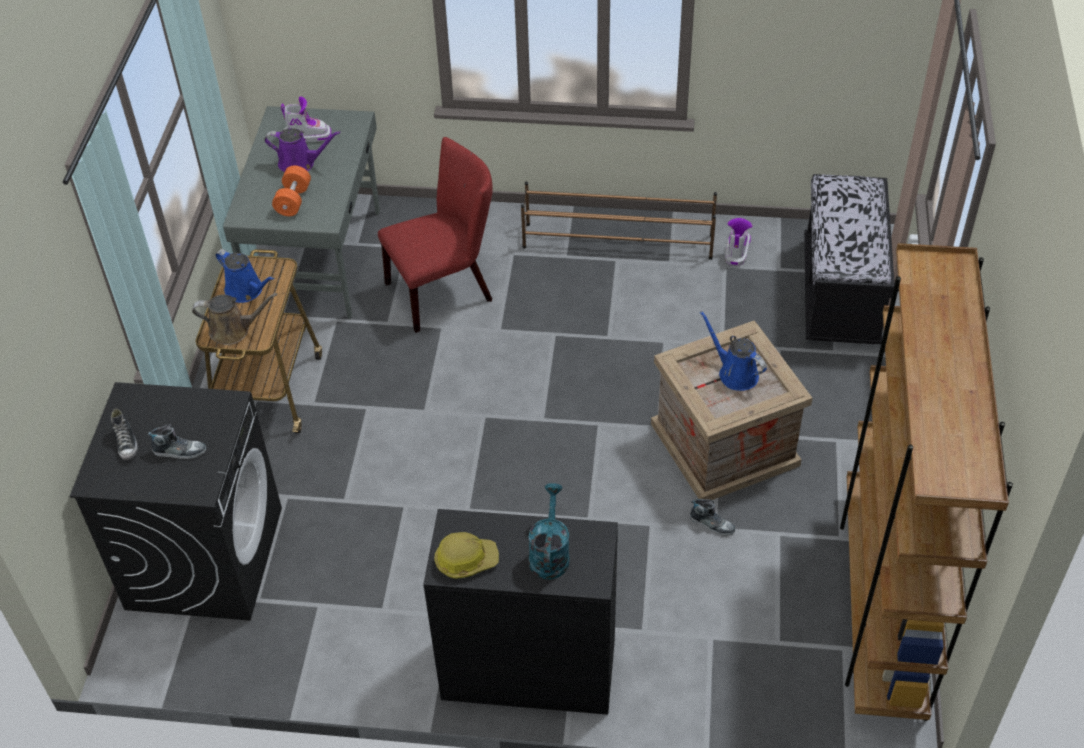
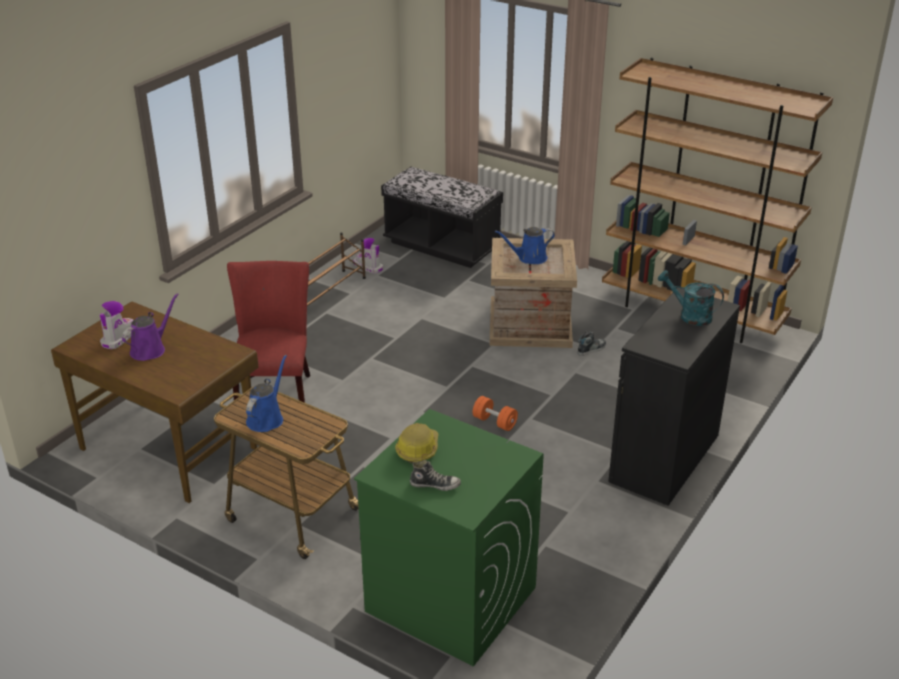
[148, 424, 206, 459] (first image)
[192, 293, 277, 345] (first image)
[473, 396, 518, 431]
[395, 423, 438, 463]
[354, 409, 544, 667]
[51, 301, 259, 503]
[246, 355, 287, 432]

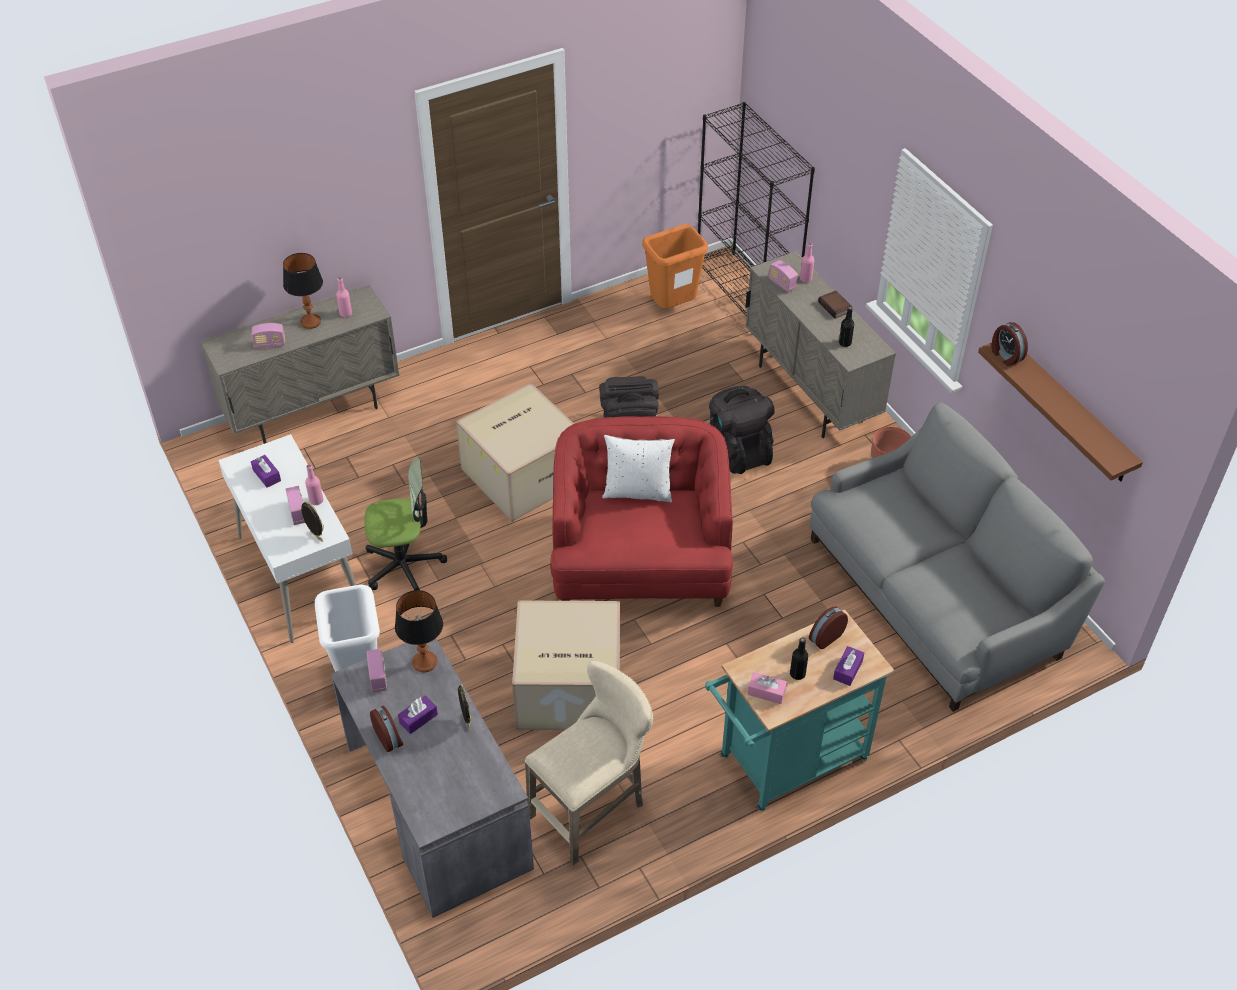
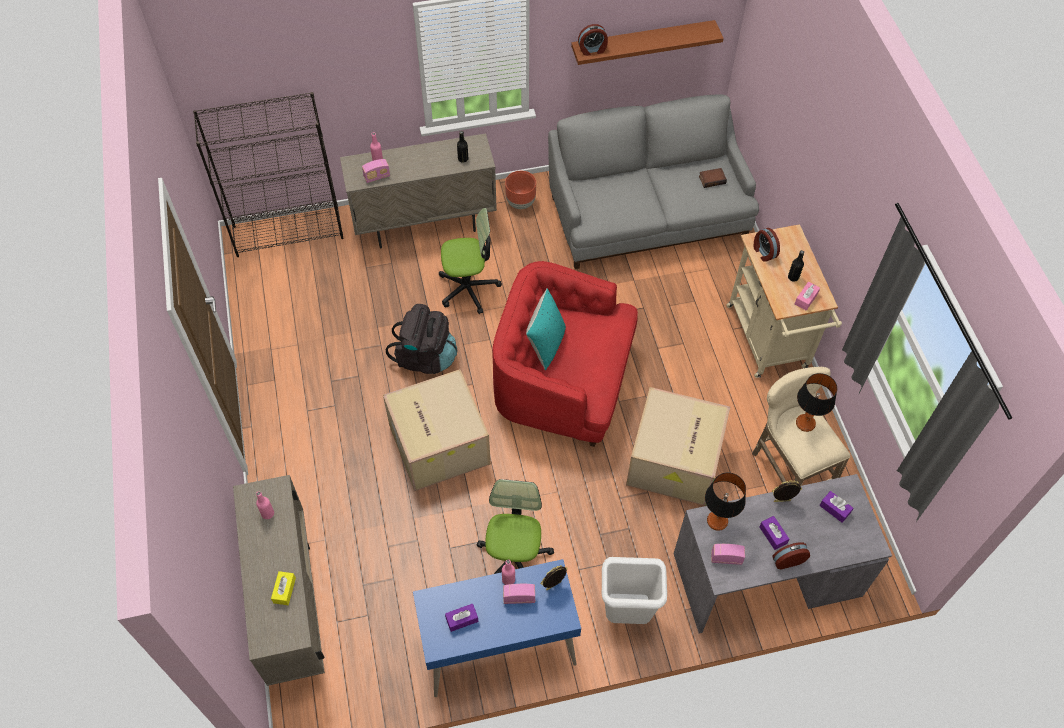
[642, 224, 708, 309] (first image)
[796, 373, 837, 432]
[699, 168, 727, 188]
[819, 491, 853, 523]
[271, 571, 296, 605]
[439, 208, 502, 314]
[413, 559, 581, 697]
[526, 288, 566, 370]
[726, 224, 842, 378]

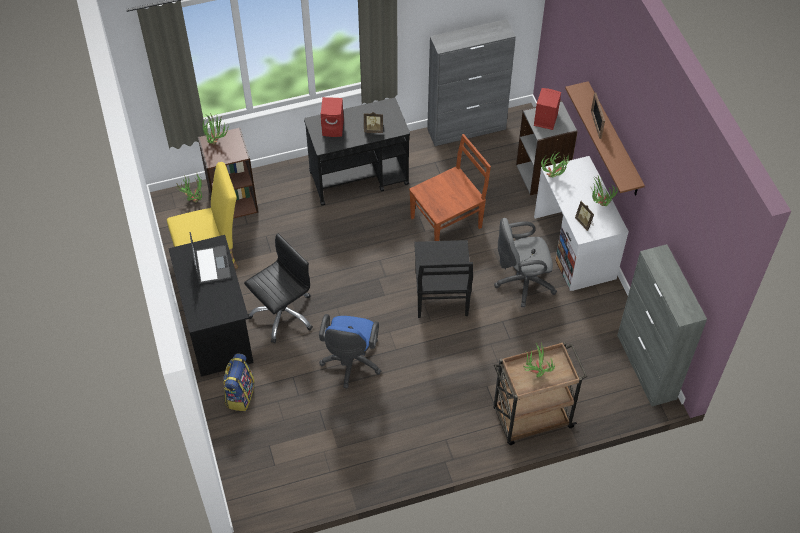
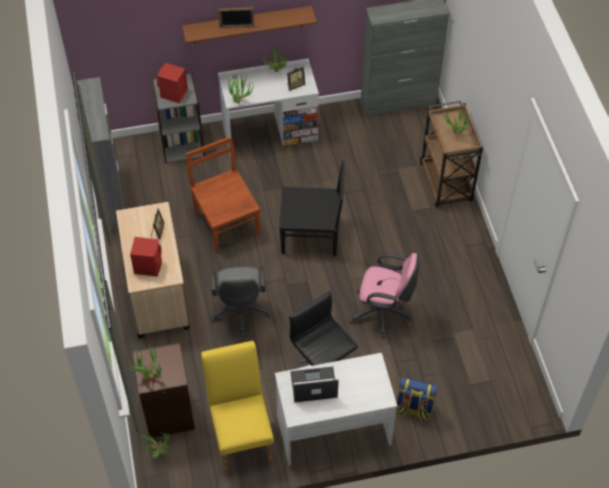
[211, 266, 271, 337]
[275, 353, 397, 466]
[116, 202, 190, 338]
[349, 253, 419, 339]

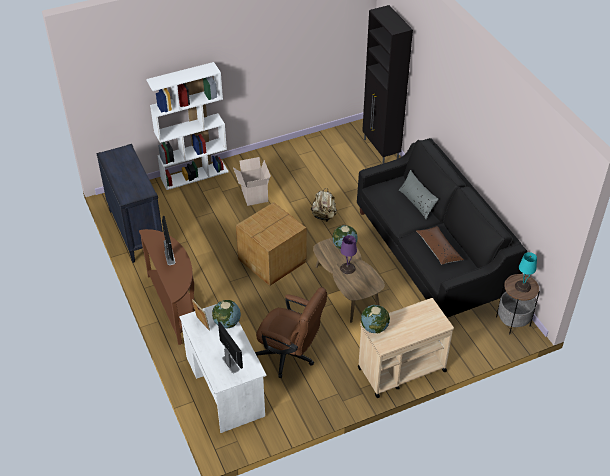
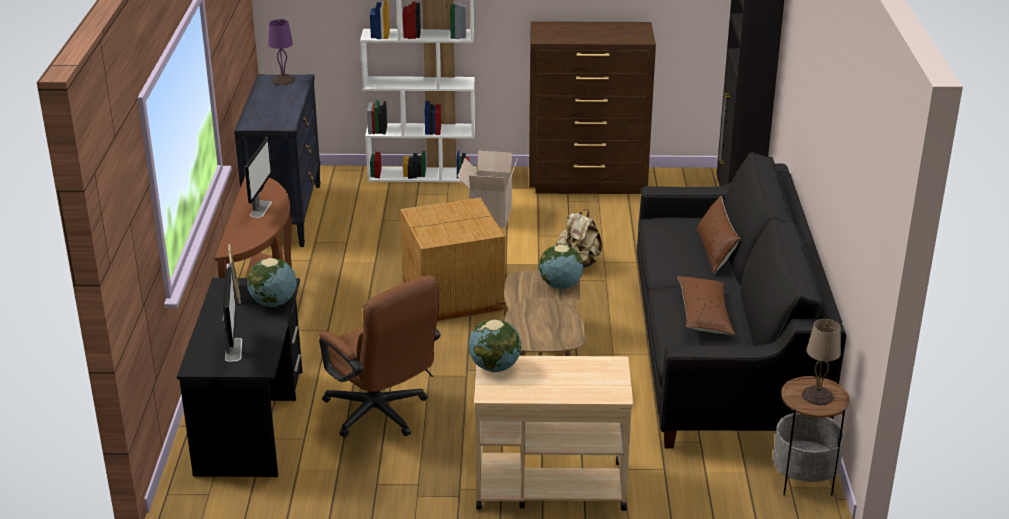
[529, 21, 656, 194]
[268, 19, 295, 85]
[177, 278, 302, 477]
[696, 196, 740, 274]
[802, 319, 841, 405]

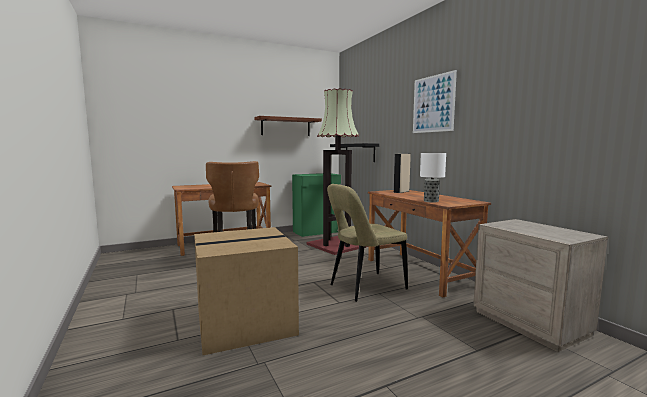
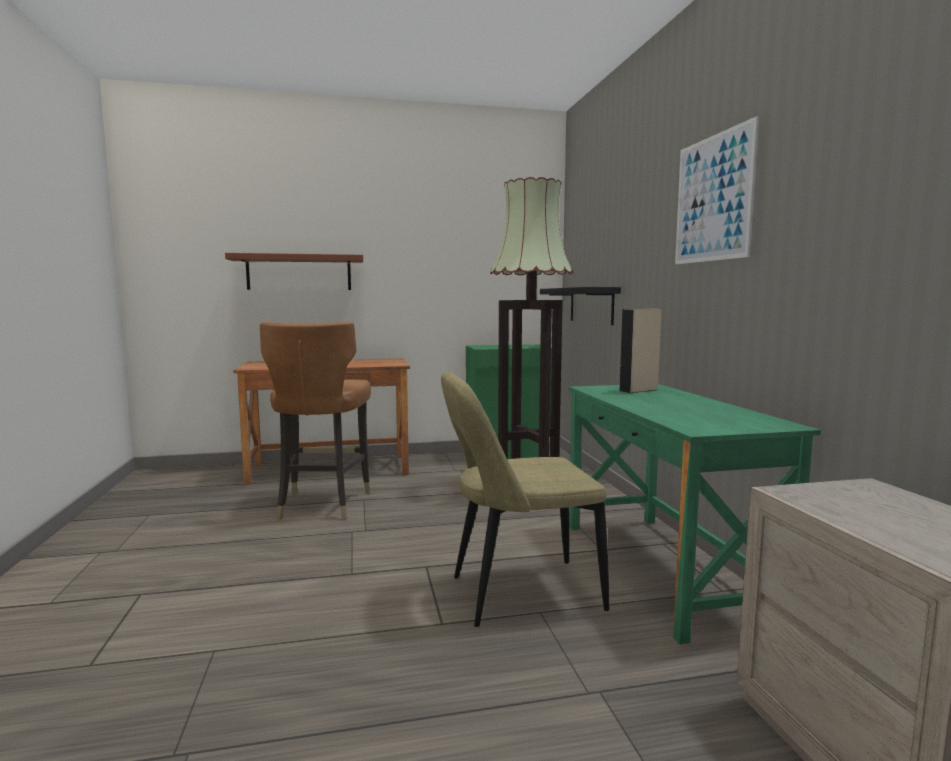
[194, 227, 299, 355] (first image)
[420, 153, 446, 203] (first image)
[225, 253, 363, 290]
[569, 384, 821, 644]

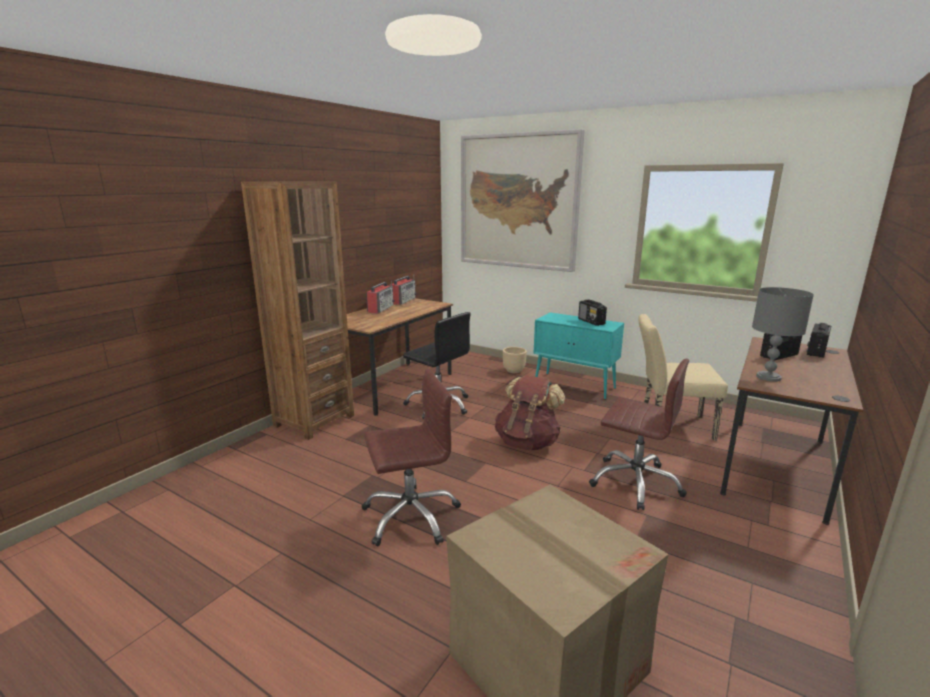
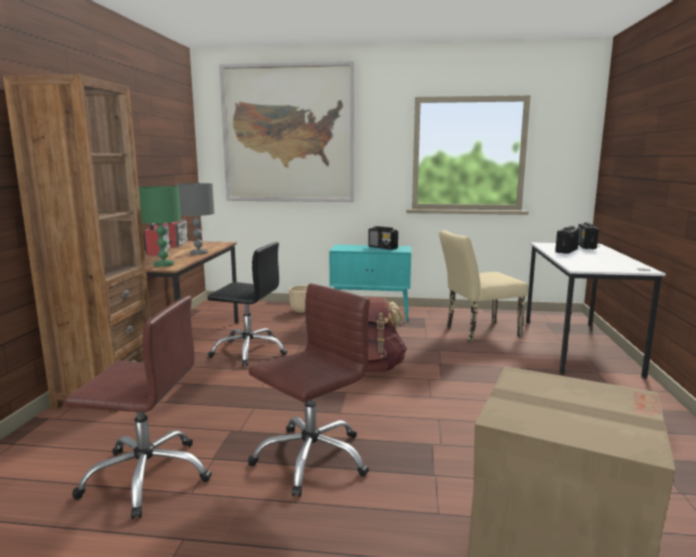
[139, 186, 181, 267]
[65, 296, 212, 519]
[175, 183, 215, 255]
[526, 243, 666, 379]

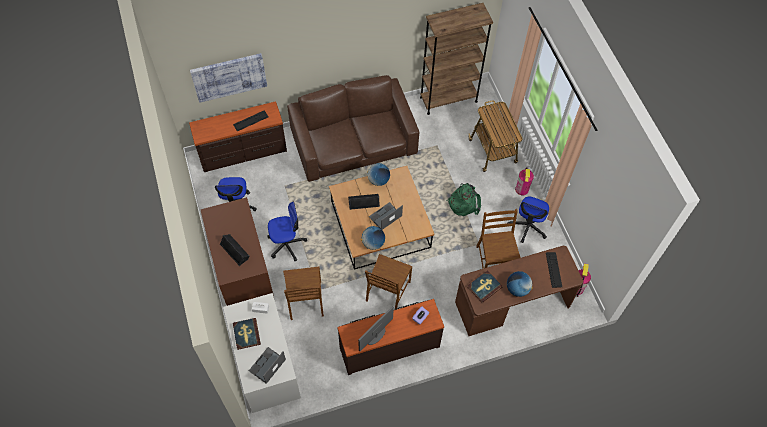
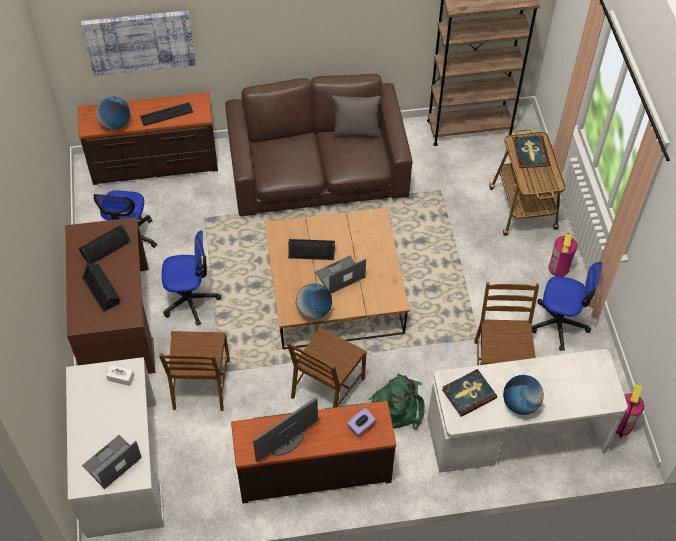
[546, 252, 562, 288] (first image)
[78, 225, 131, 264]
[332, 95, 381, 138]
[513, 136, 550, 168]
[96, 96, 130, 130]
[369, 374, 425, 430]
[427, 349, 628, 473]
[531, 262, 603, 351]

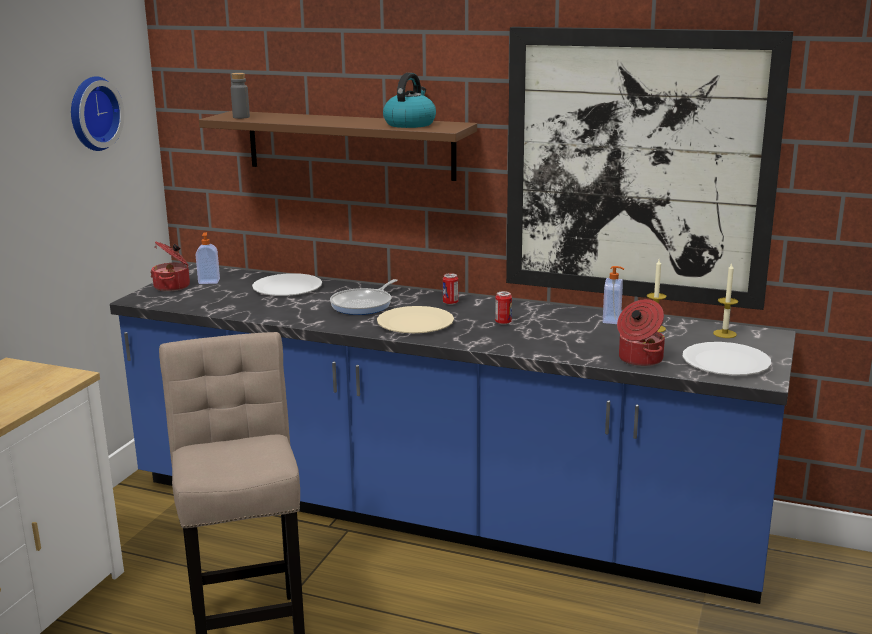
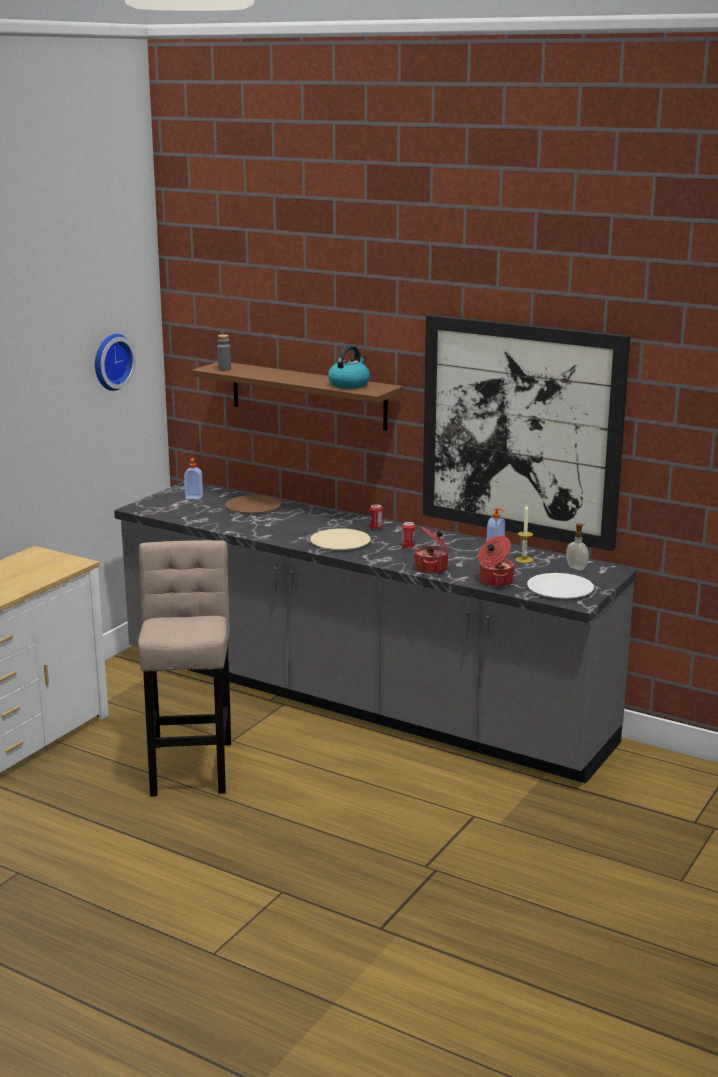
[330, 279, 398, 315] (first image)
[414, 527, 449, 574]
[566, 523, 589, 570]
[114, 482, 637, 783]
[226, 495, 281, 513]

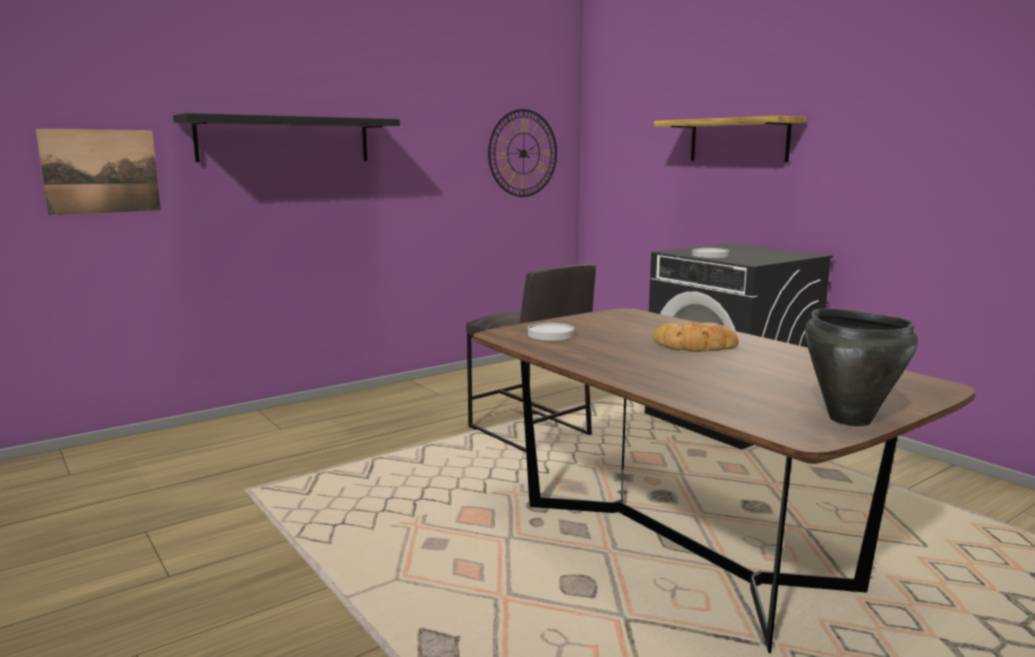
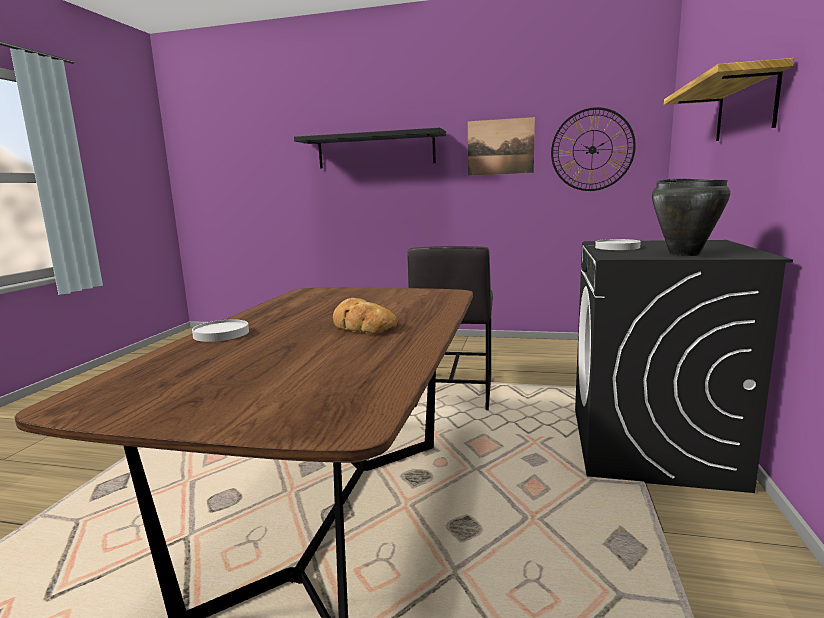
[468, 117, 535, 176]
[192, 319, 249, 342]
[652, 178, 730, 256]

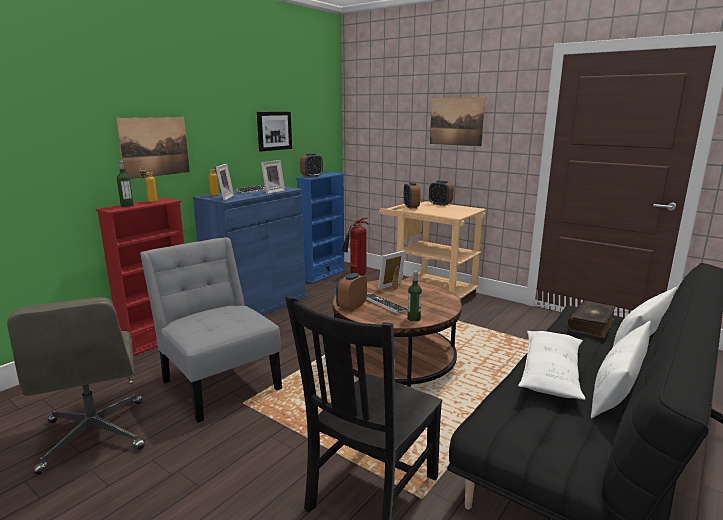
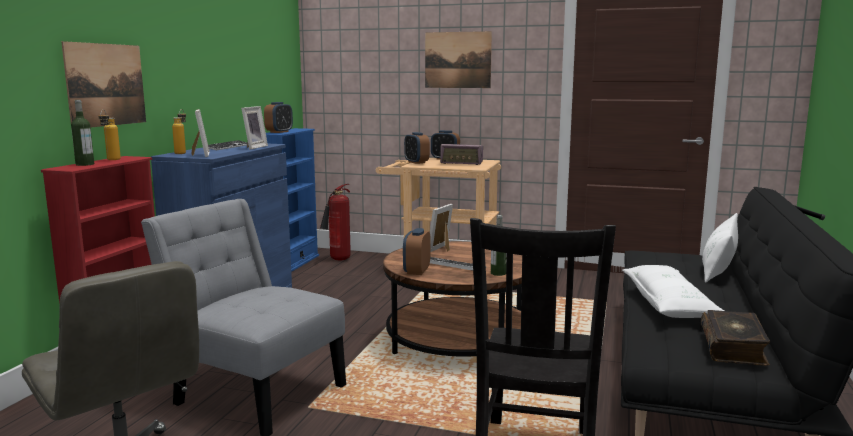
[257, 112, 292, 152] (first image)
[591, 321, 651, 419] (first image)
[440, 144, 483, 165]
[701, 310, 770, 366]

